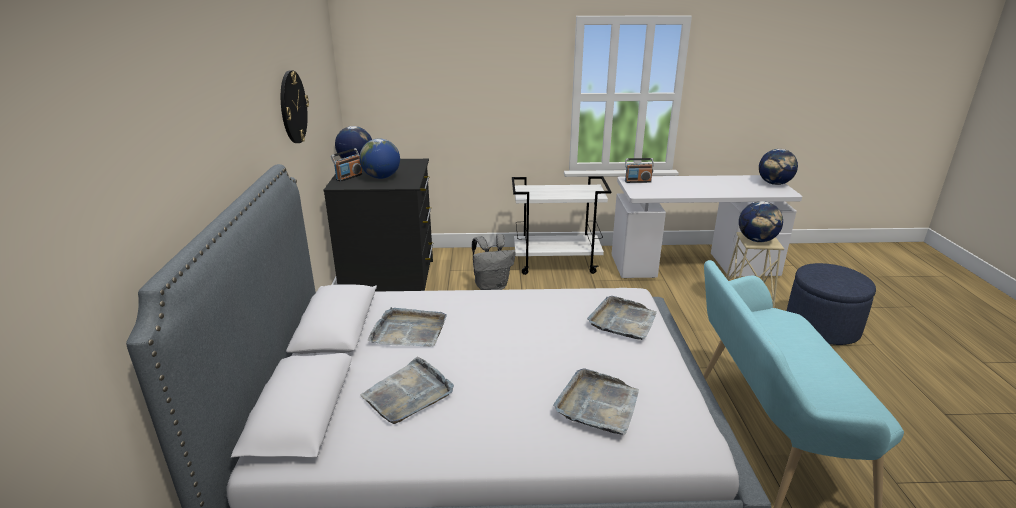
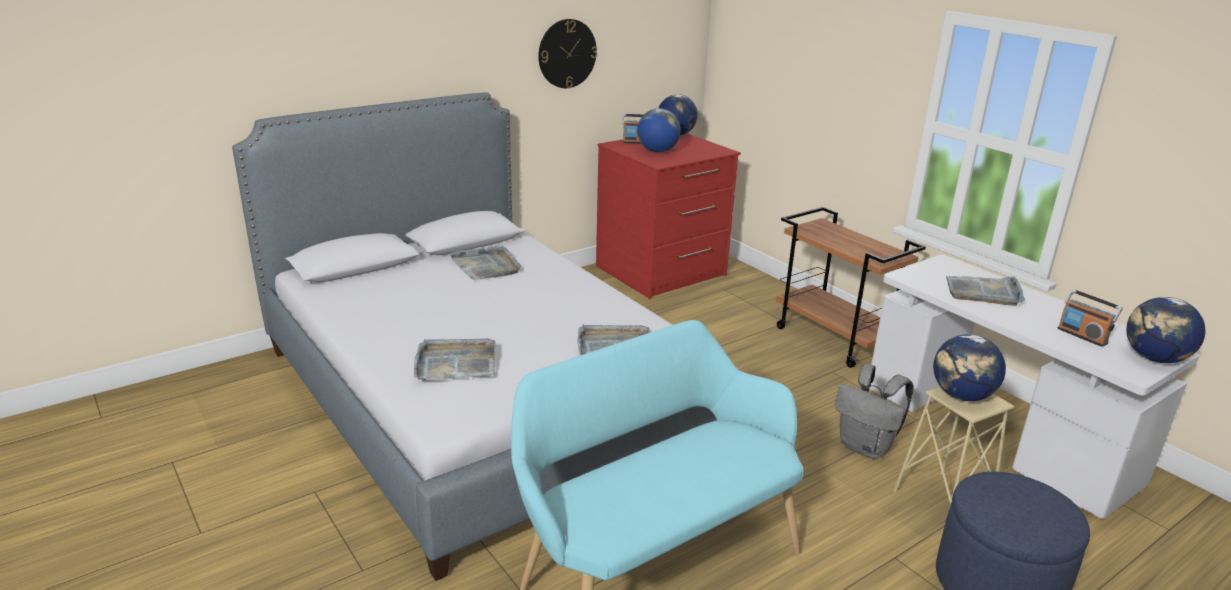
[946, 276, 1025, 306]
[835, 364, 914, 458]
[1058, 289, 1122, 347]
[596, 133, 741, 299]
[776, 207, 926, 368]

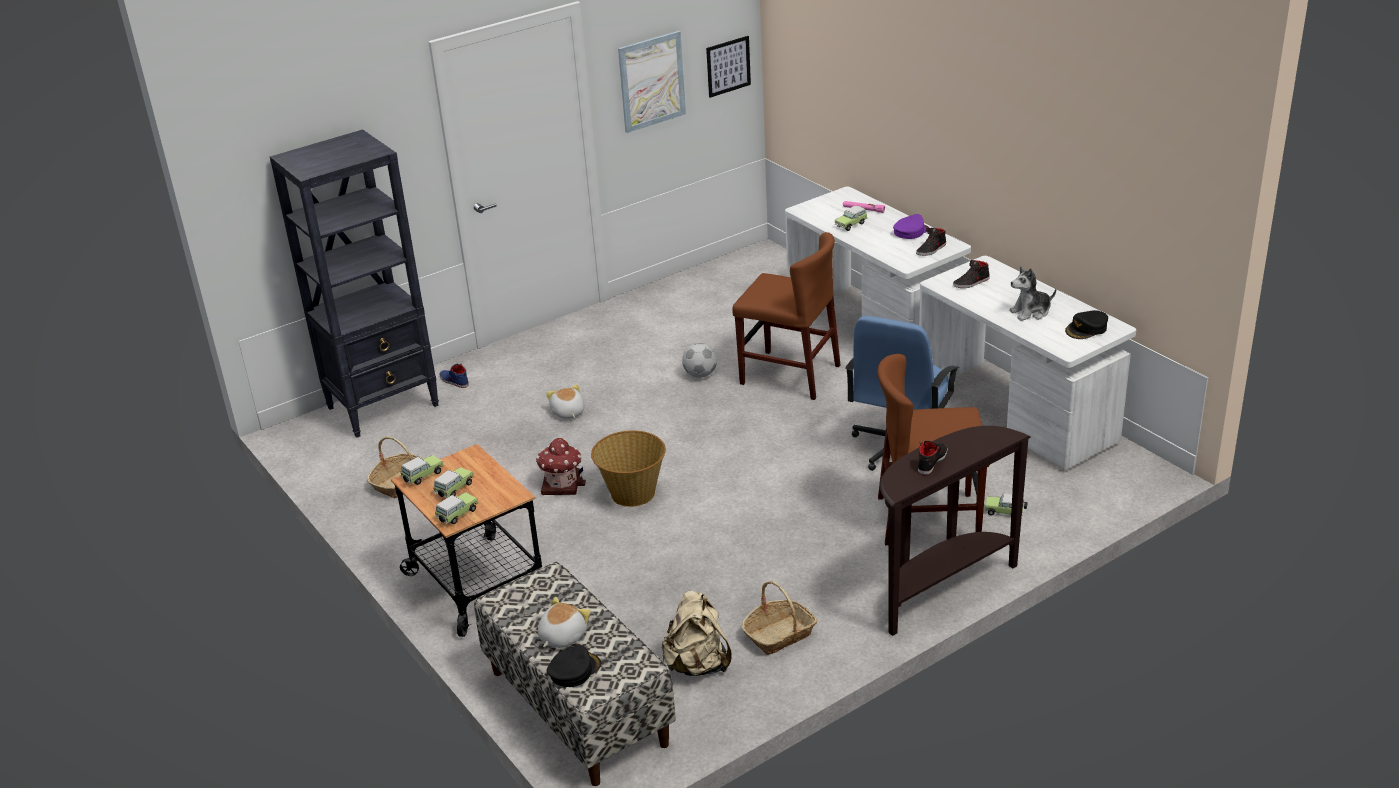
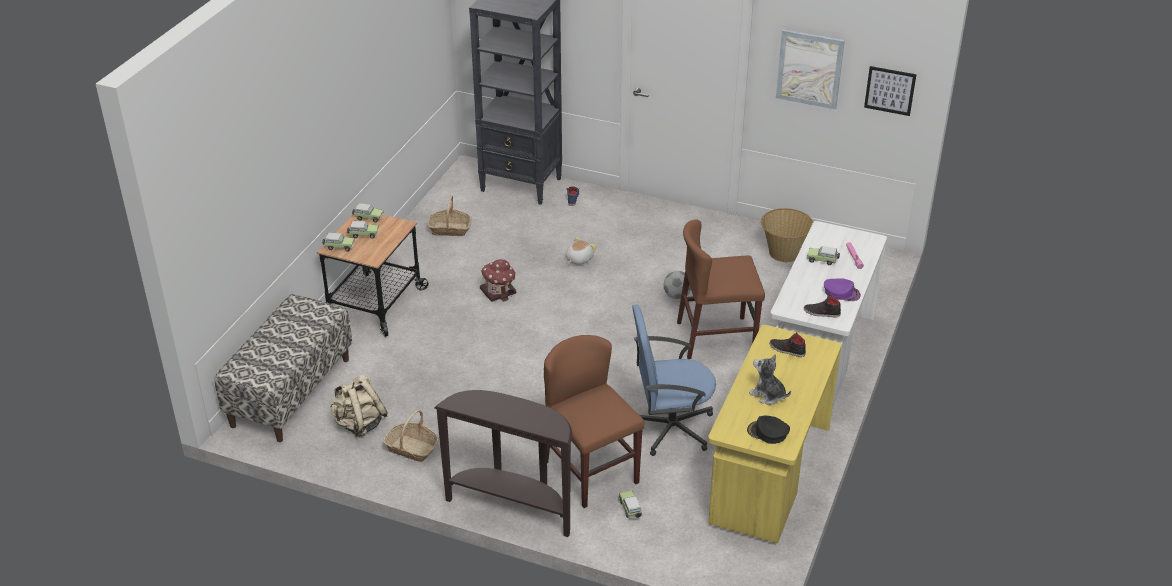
[538, 597, 591, 648] (first image)
[547, 645, 601, 687] (first image)
[918, 441, 948, 475] (first image)
[761, 208, 813, 262]
[708, 325, 841, 544]
[677, 219, 765, 359]

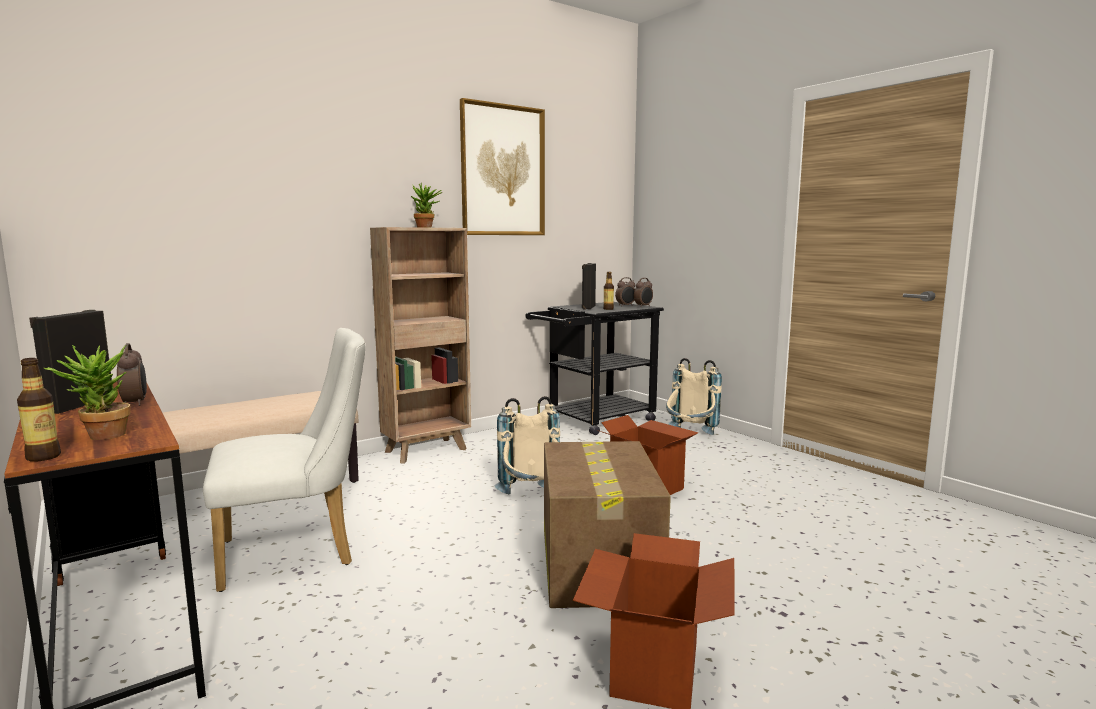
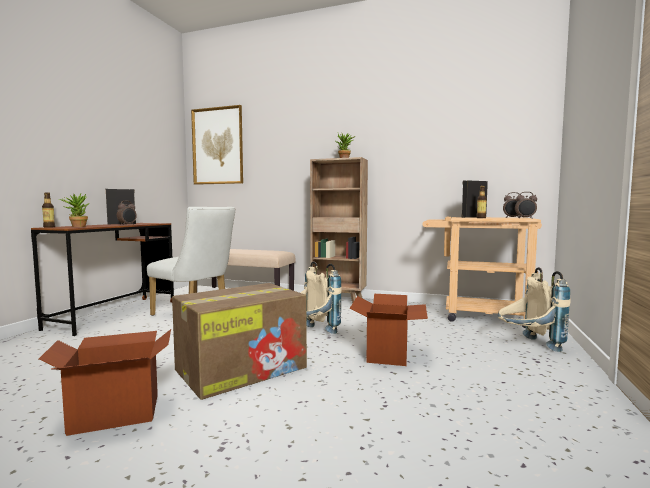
[191, 105, 243, 185]
[423, 217, 542, 328]

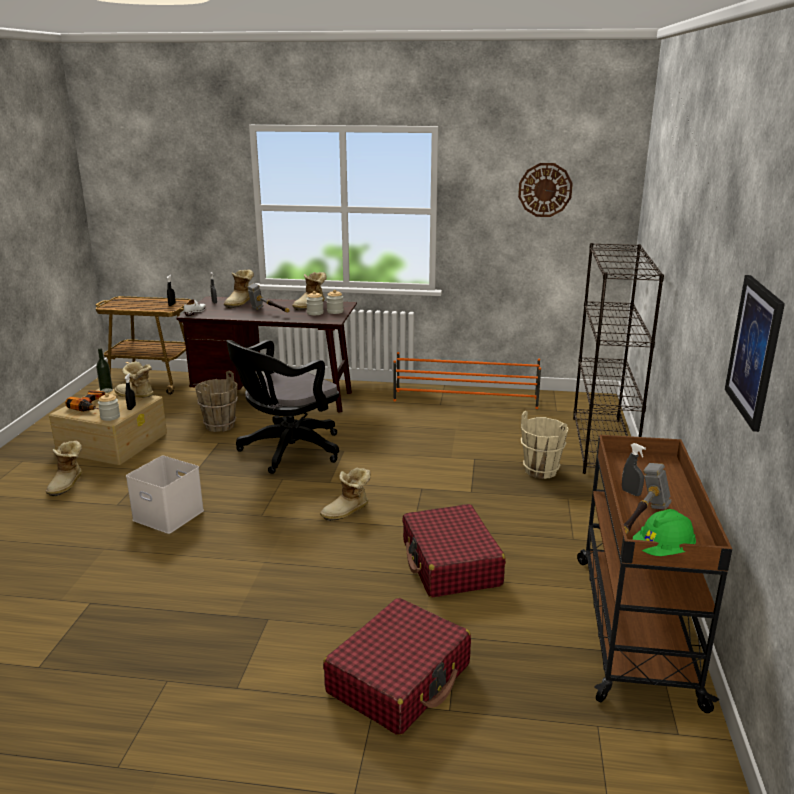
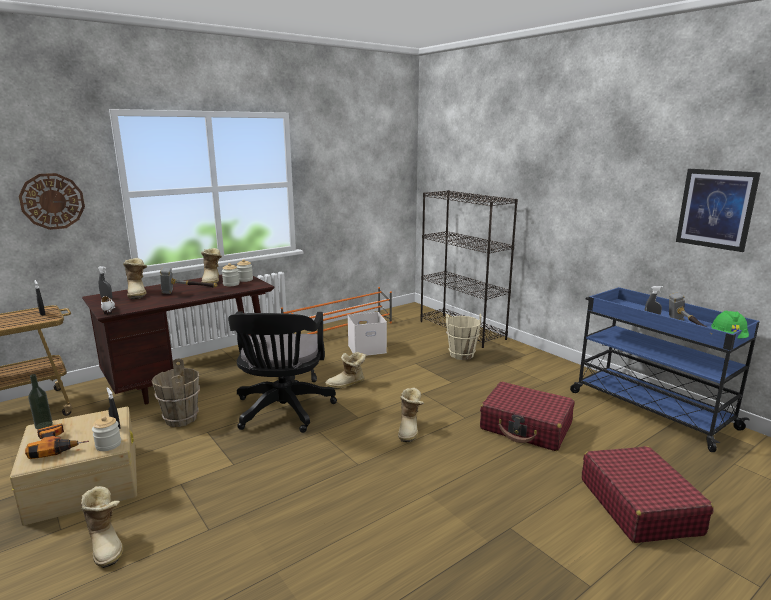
[325, 352, 366, 389]
[348, 312, 387, 356]
[19, 173, 85, 230]
[570, 287, 760, 452]

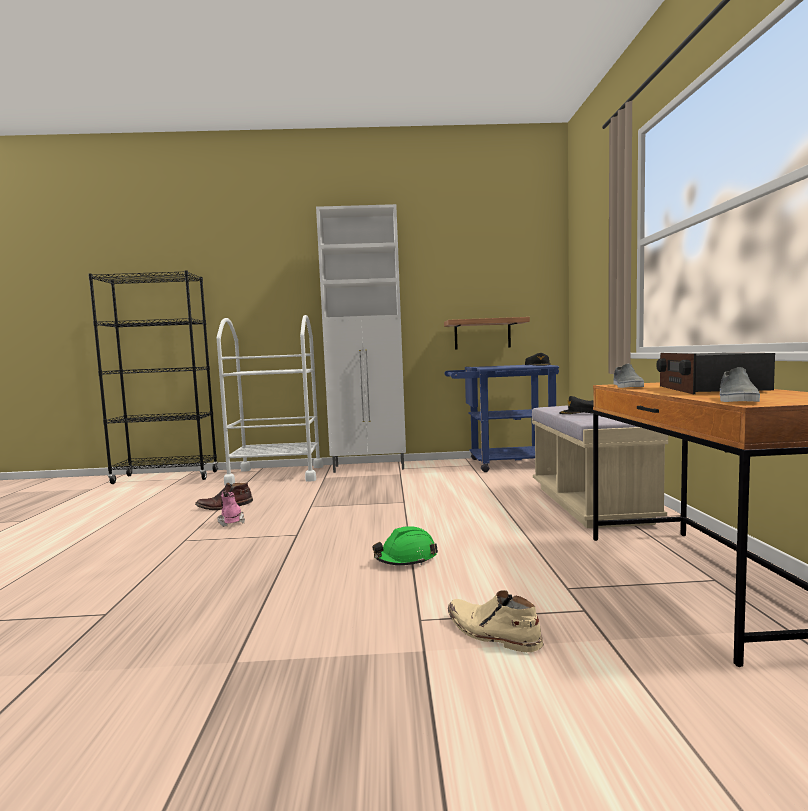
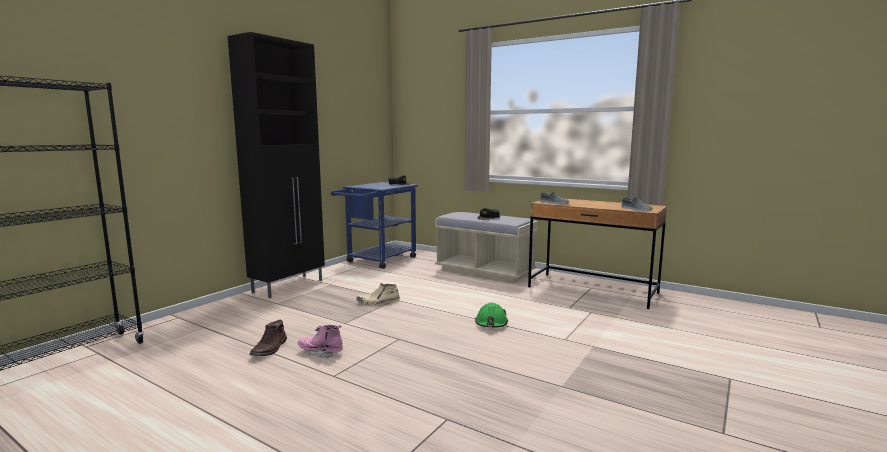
[217, 315, 323, 485] (first image)
[444, 317, 530, 350] (first image)
[656, 352, 775, 394] (first image)
[356, 283, 400, 305]
[228, 32, 325, 298]

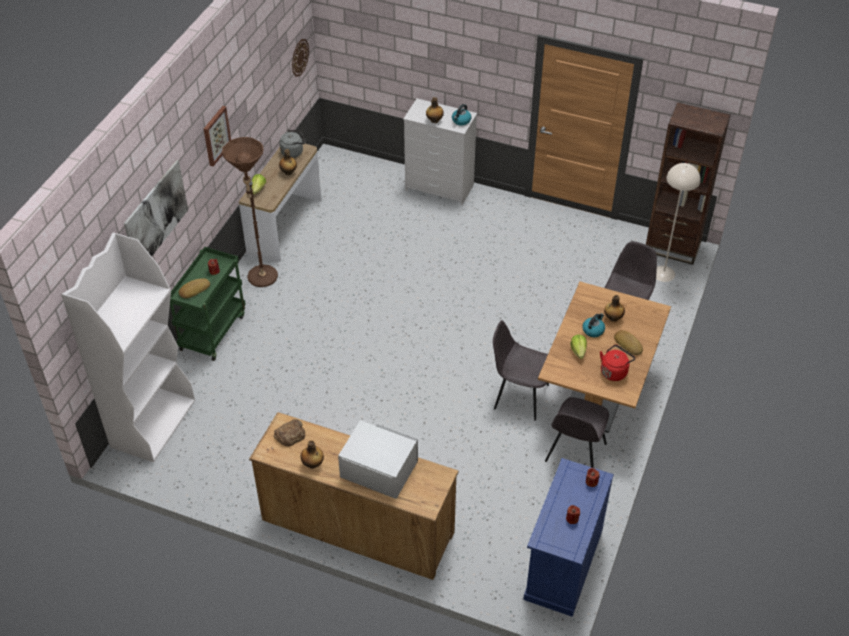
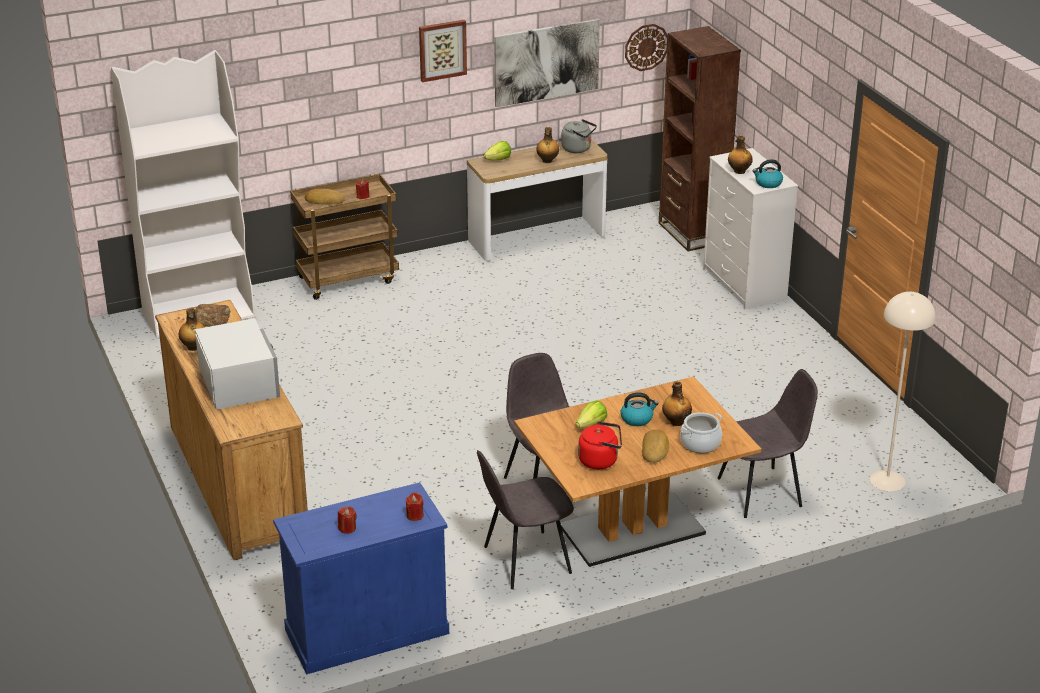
[222, 137, 278, 287] (first image)
[680, 412, 722, 453]
[494, 19, 600, 107]
[659, 26, 741, 252]
[290, 174, 399, 300]

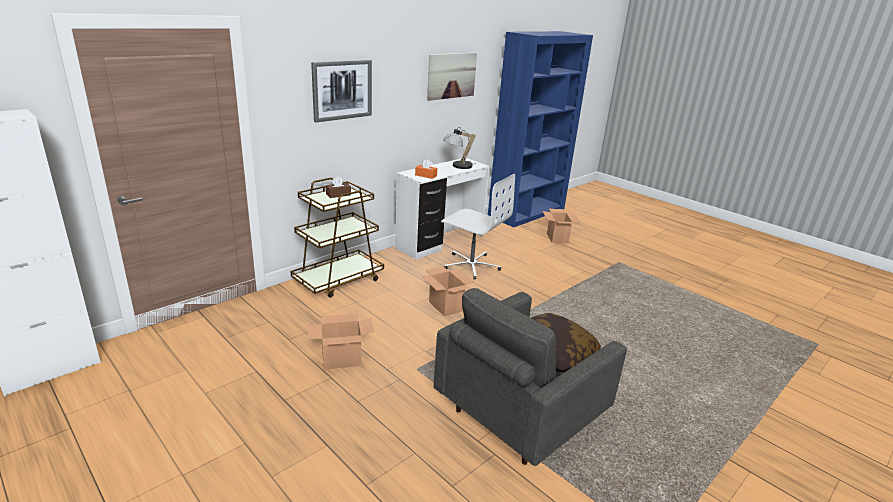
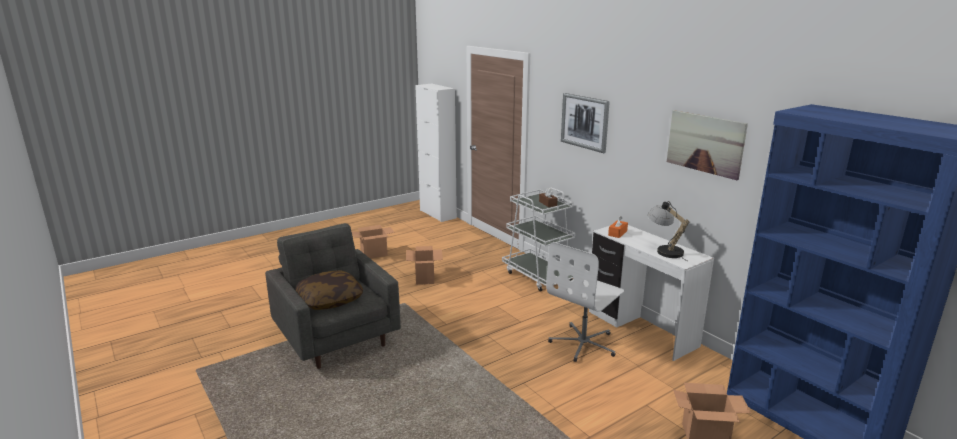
[351, 225, 395, 258]
[502, 188, 575, 292]

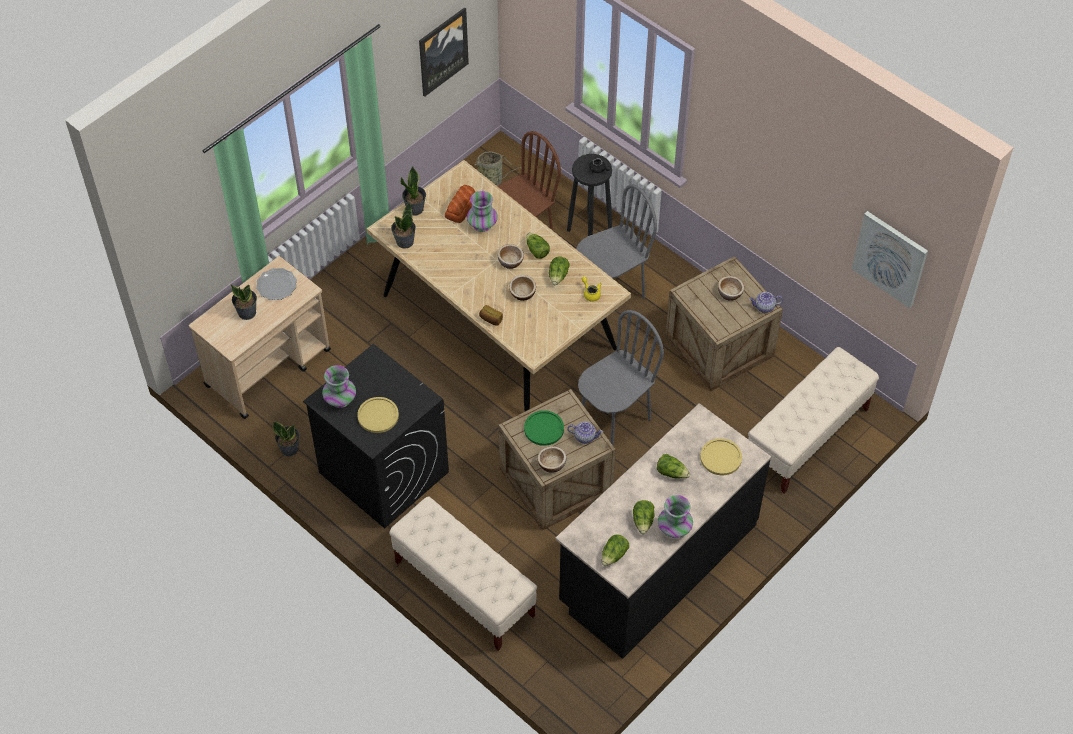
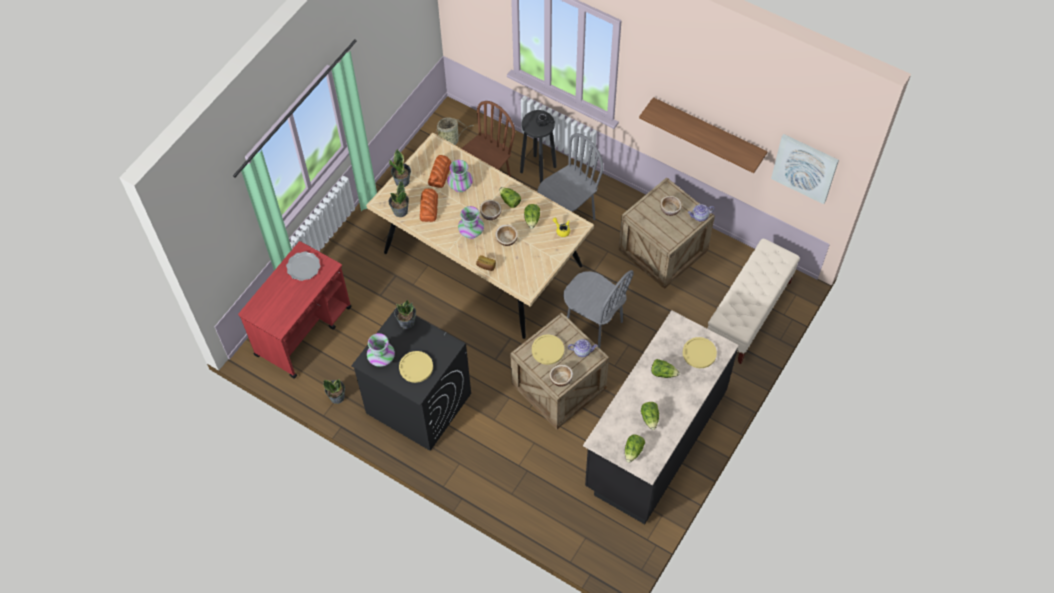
[389, 497, 537, 651] (first image)
[419, 7, 469, 97] (first image)
[420, 189, 438, 222]
[639, 97, 768, 173]
[394, 300, 416, 329]
[458, 206, 484, 239]
[238, 241, 352, 378]
[532, 335, 564, 365]
[563, 270, 634, 348]

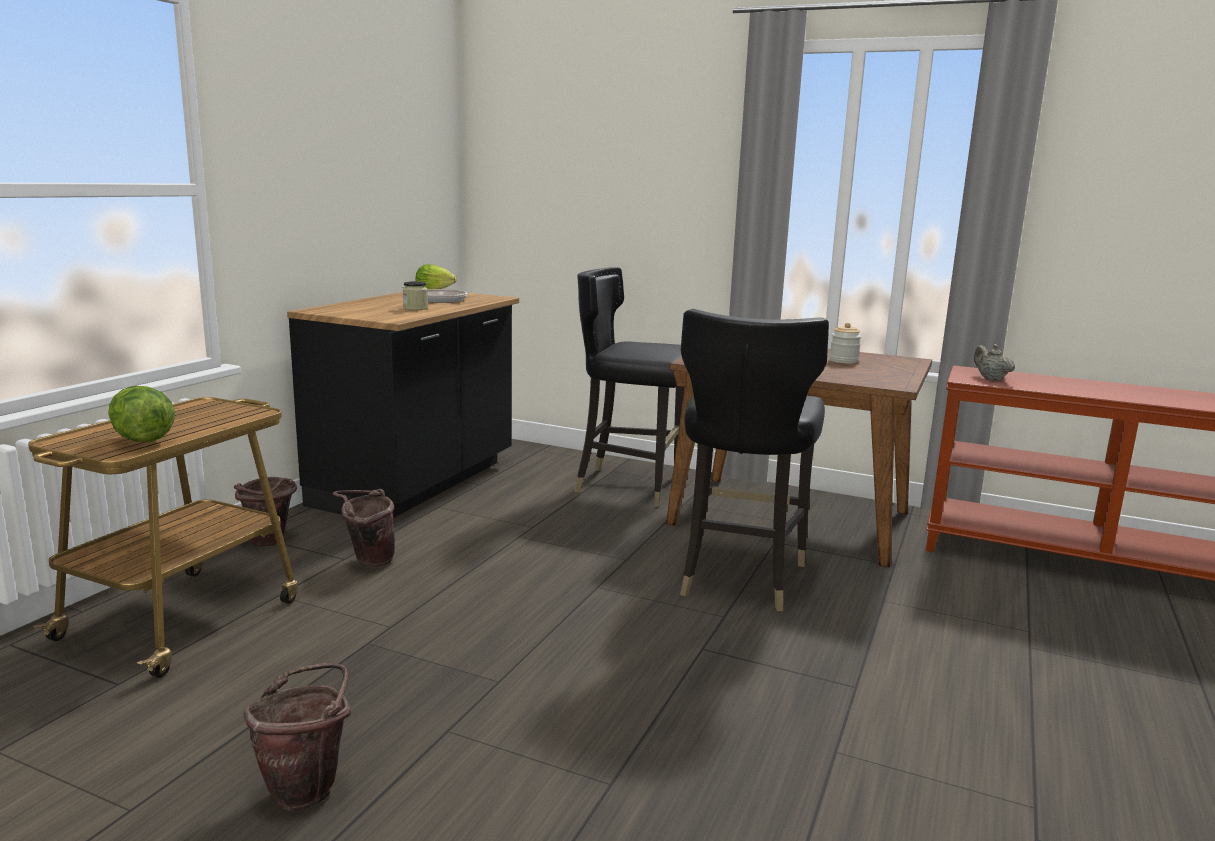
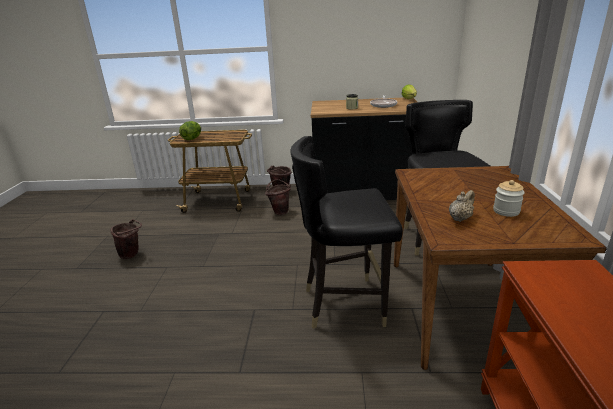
[449, 190, 475, 222]

